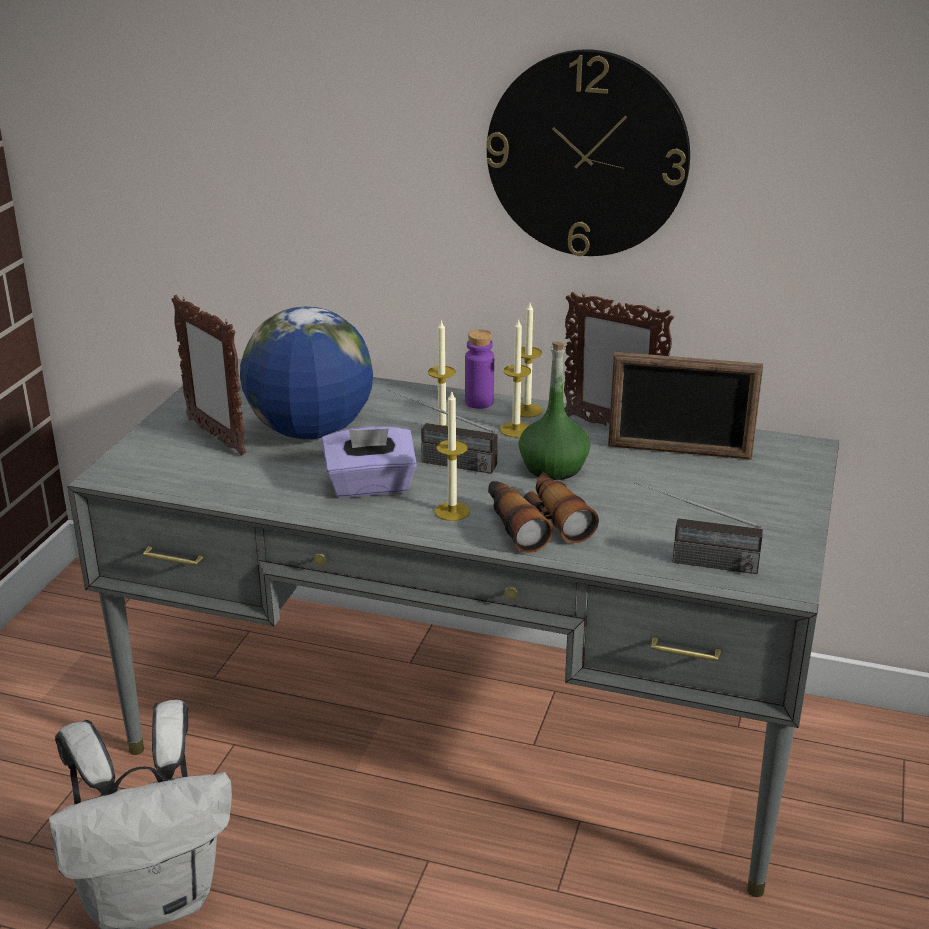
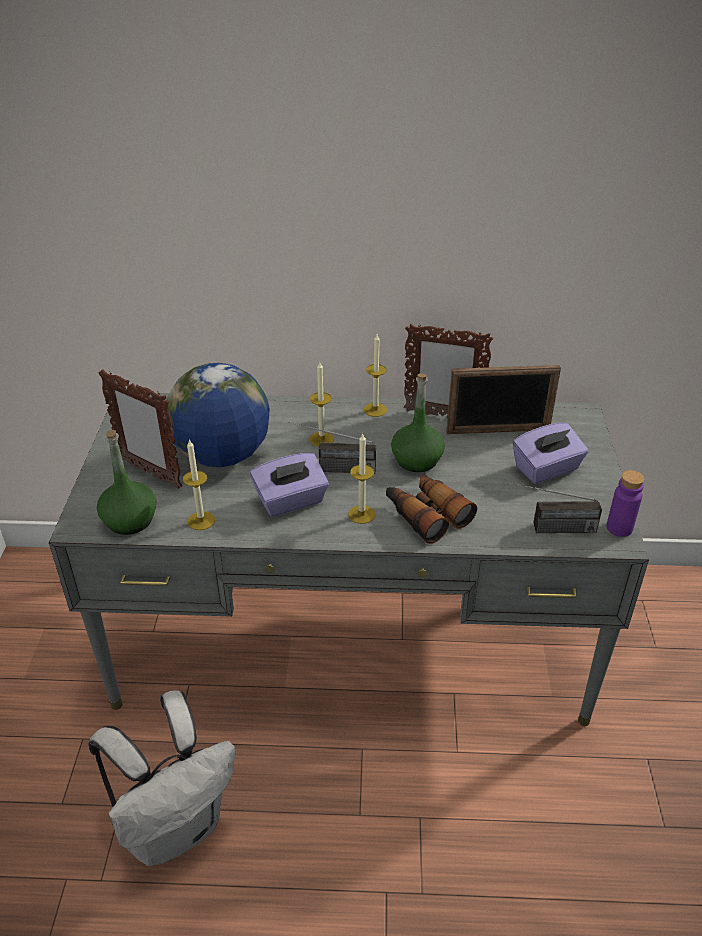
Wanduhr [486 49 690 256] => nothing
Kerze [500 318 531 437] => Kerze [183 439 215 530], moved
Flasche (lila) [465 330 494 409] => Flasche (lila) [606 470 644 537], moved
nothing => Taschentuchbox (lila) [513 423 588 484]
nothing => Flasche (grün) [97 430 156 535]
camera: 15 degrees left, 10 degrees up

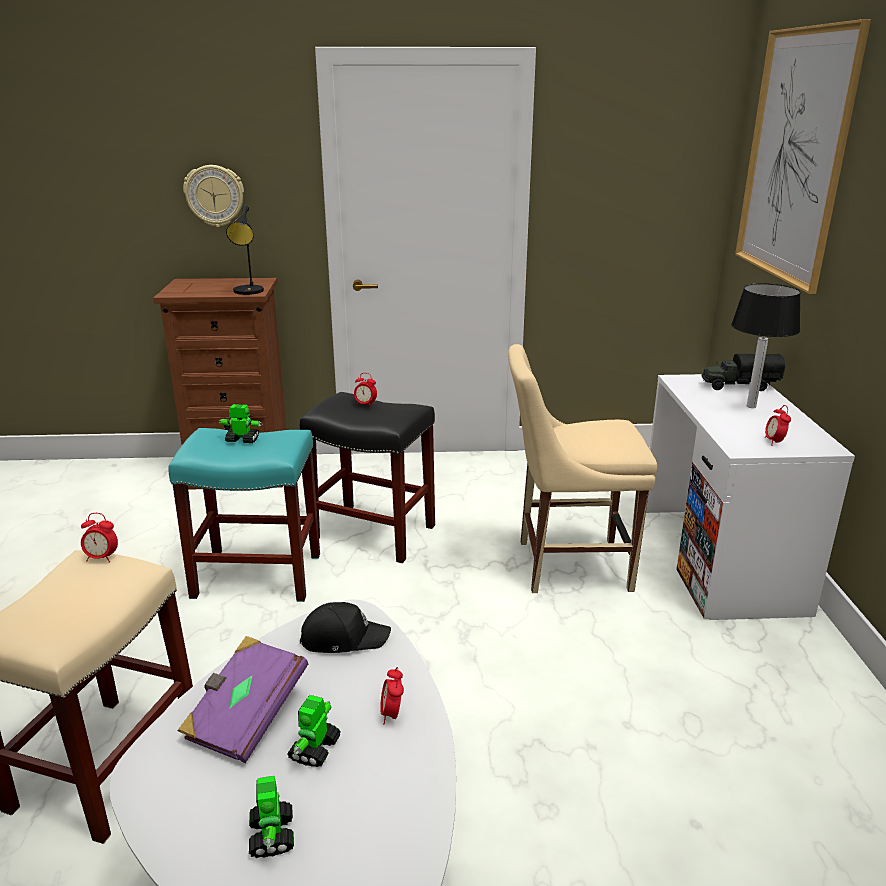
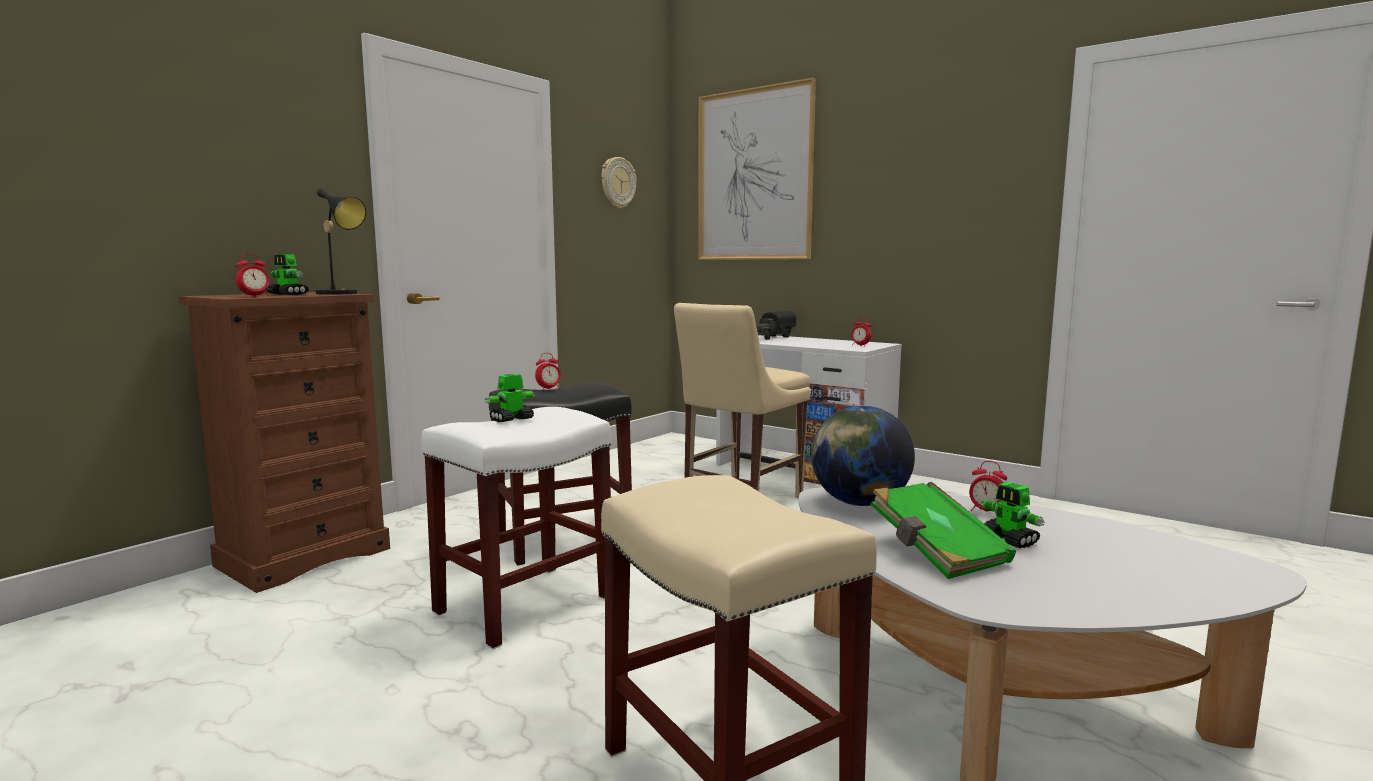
Wanduhr [183 165 244 227] => Wanduhr [601 157 636 208], moved
Tischlampe [731 283 801 408] => nothing
Hocker (türkis) [169 428 320 602] => Hocker (weiß) [421 407 611 649]
Wecker [81 513 118 563] => Wecker [235 254 269 297], moved
Kappe (schwarz) [300 602 391 653] => Globus [811 405 915 506]
Buch (lila) [178 636 308 763] => Buch (grün) [871 482 1016 579]
Spielzeugroboter [249 776 294 858] => Spielzeugroboter [267 254 309 295], moved
camera: 50 degrees left, 15 degrees down

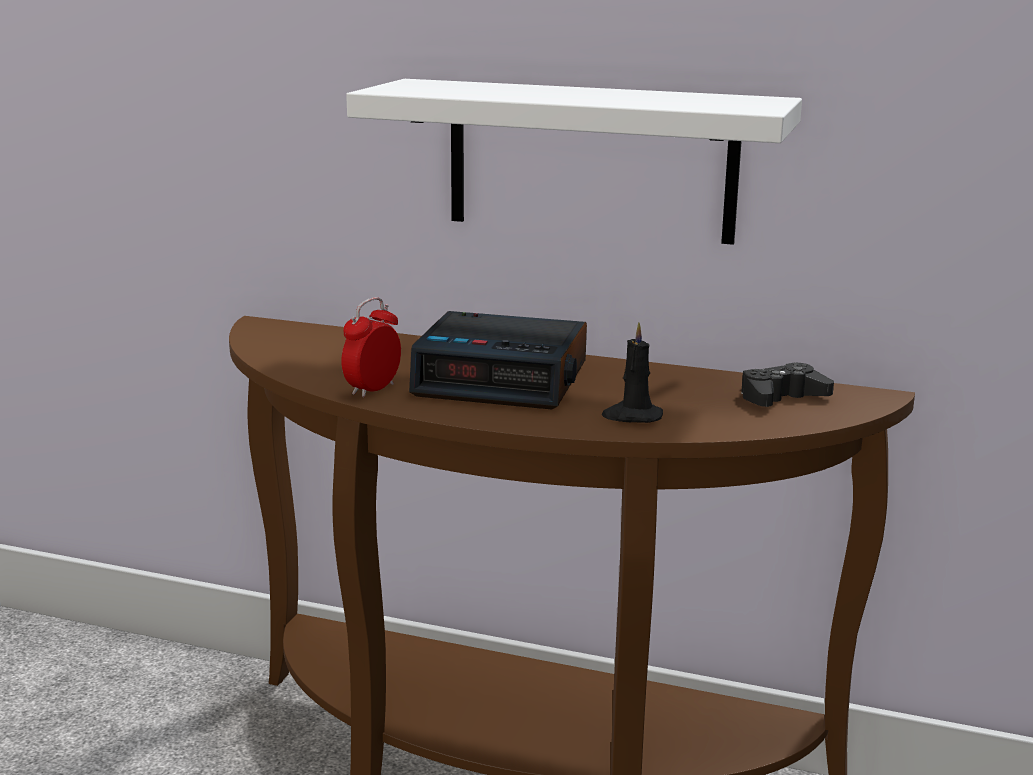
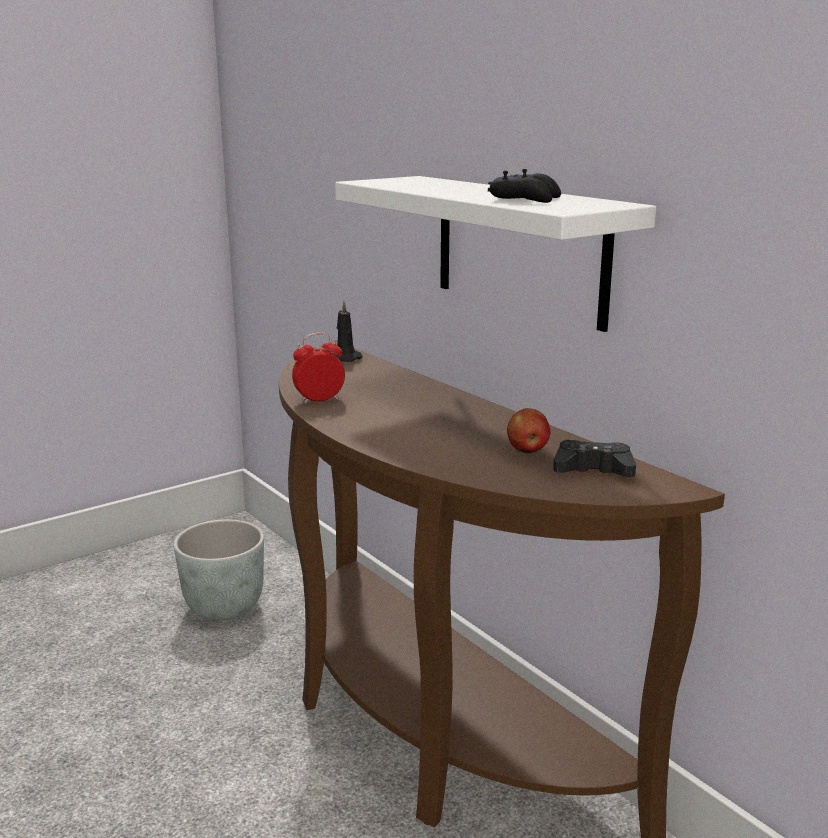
Wecker [409 311 587 409] => nothing
Kerze (schwarz) [602 322 663 423] => Kerze (schwarz) [334 300 362 362], moved
nothing => Gamepad (schwarz) [488 169 561 203]
nothing => Apfel [507 408 550 453]
nothing => Pflanzkübel (grau) [173 519 264 620]
camera: 35 degrees right, 0 degrees up

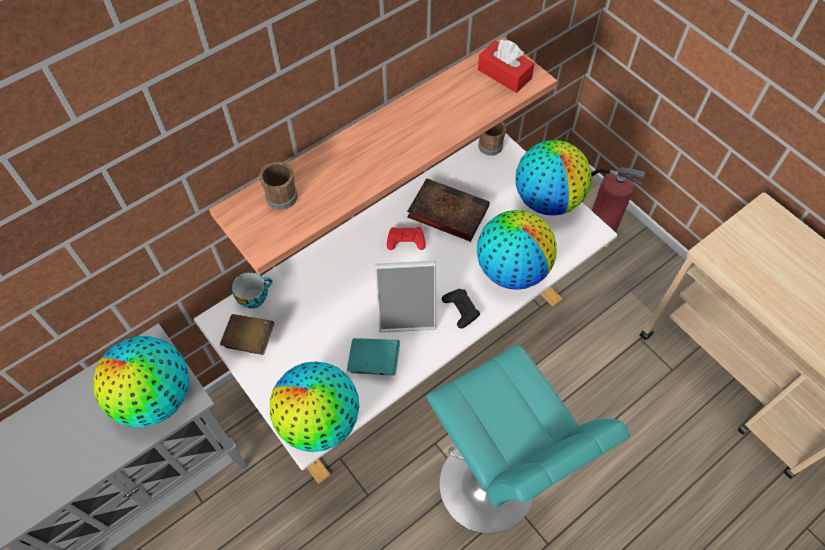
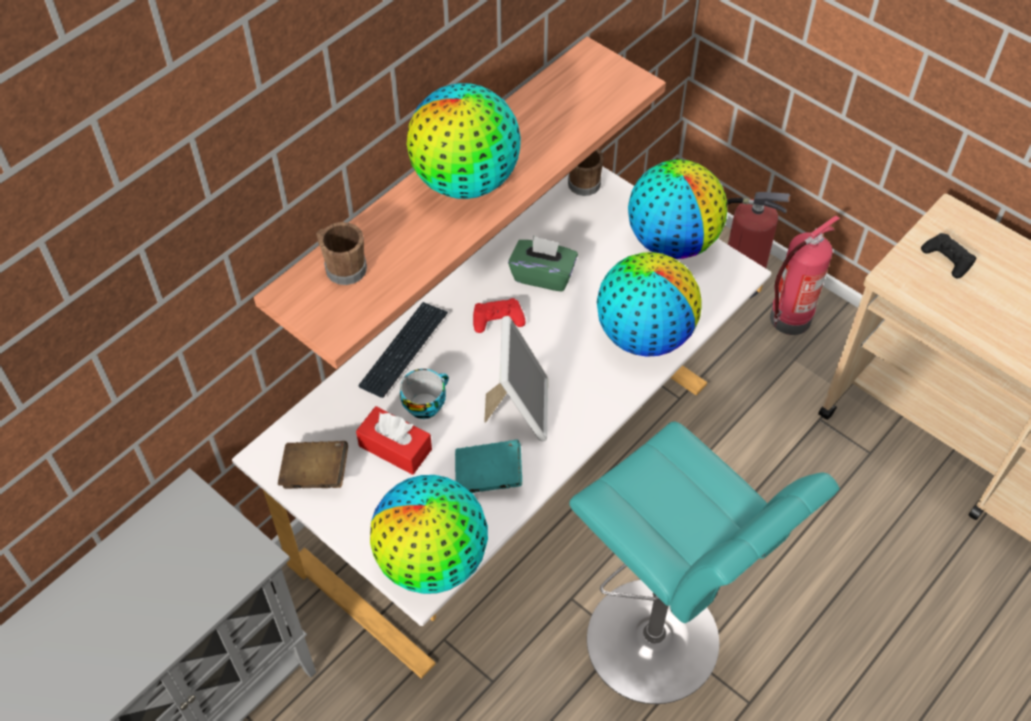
Taschentuchbox (rot) [478 40 535 93] => Taschentuchbox (rot) [356 406 432 475], moved
Buch [407 178 490 242] => Taschentuchbox (grün) [508 236 578 292]
Bilderrahmen [375 261 436 333] => Bilderrahmen [484 316 548 441], 75 degrees counterclockwise
Tasse [232 272 273 309] => Tasse [400 369 449 419], moved
Gamepad (schwarz) [442 289 480 329] => Gamepad (schwarz) [921 233 976 278], moved
Globus [93 336 190 427] => Globus [407 83 521 199], moved
nothing => Feuerlöscher [770 216 840 335]
nothing => Tastatur [358 302 448 398]
camera: 10 degrees left, 5 degrees down

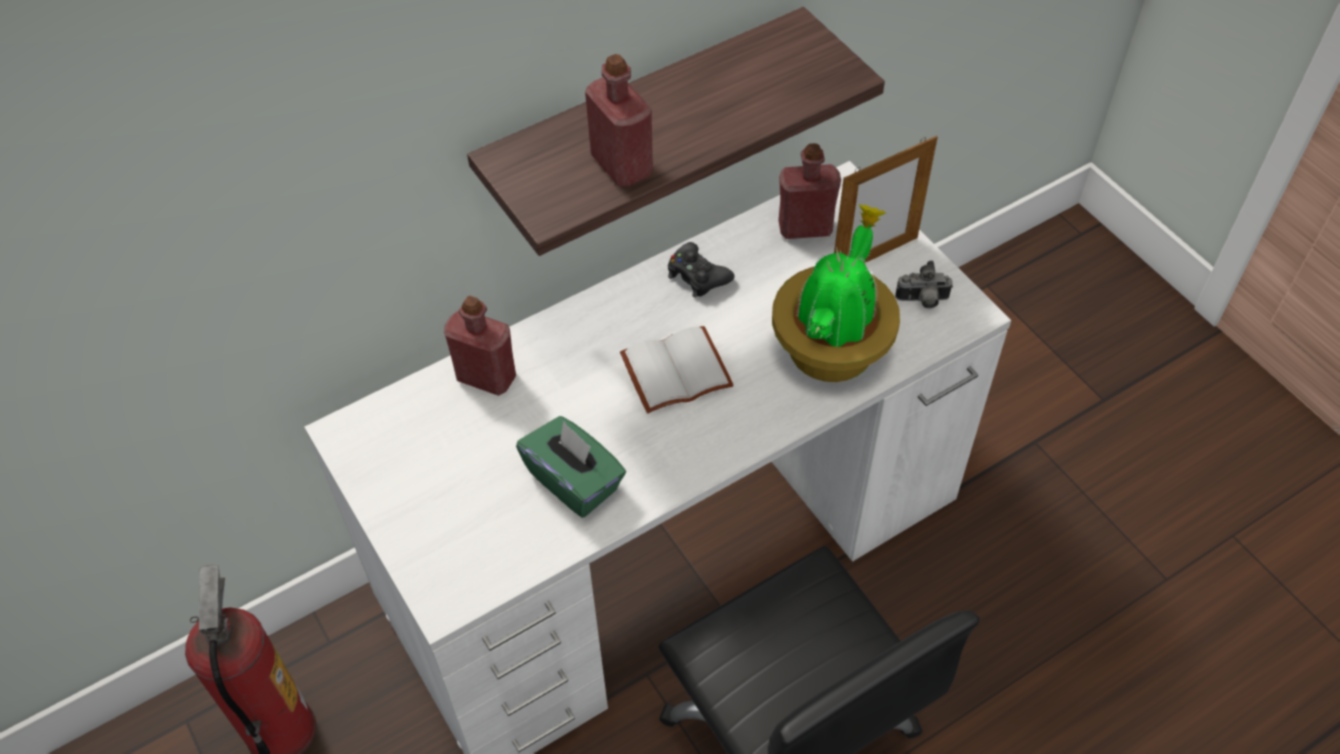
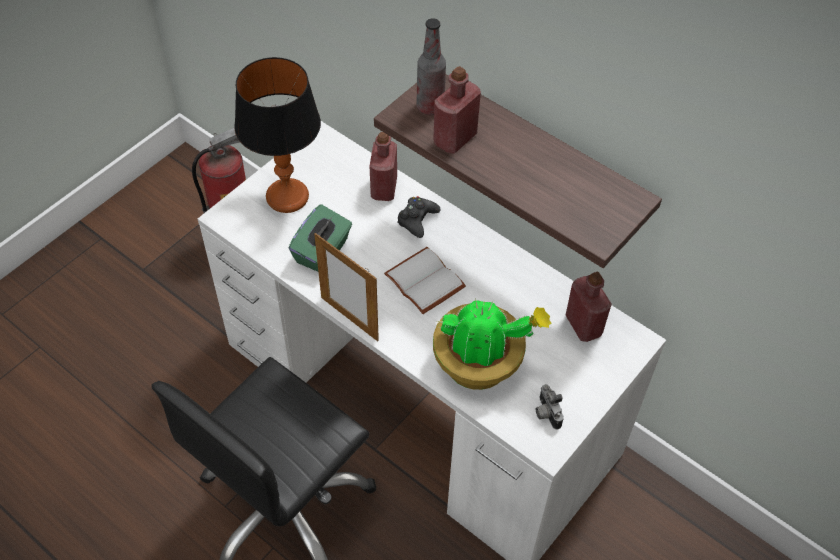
Bilderrahmen [834 136 938 263] => Bilderrahmen [314 233 379 341], moved
Gamepad (schwarz) [668 242 735 298] => Gamepad (schwarz) [397 196 440 238], moved
nothing => Flasche [416 18 446 115]
nothing => Tischlampe [234 57 321 213]
camera: 70 degrees right, 0 degrees up

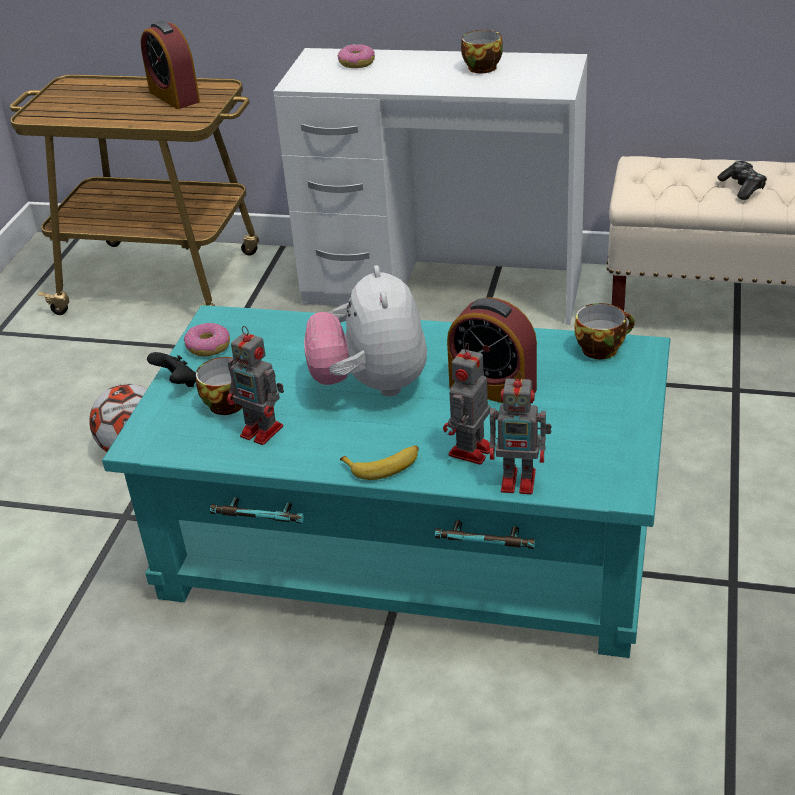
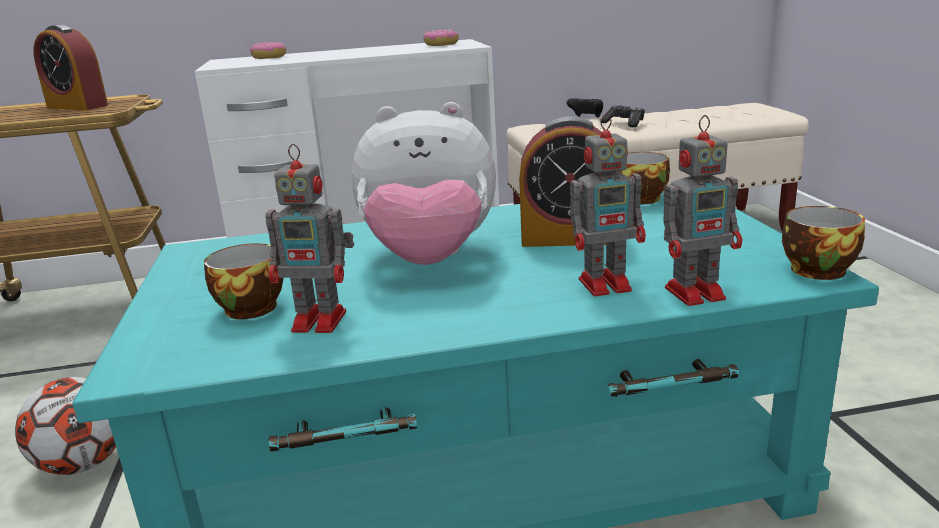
Tasse [461 30 503 73] => Tasse [782 206 865 280], moved
Plüschtier [304 265 427 397] => Plüschtier [352 102 496 265], 60 degrees counterclockwise
Donut [184 323 230 356] => Donut [423 29 459 46], moved
Spielzeugroboter [443 343 490 465] => Spielzeugroboter [570 114 646 296], 105 degrees counterclockwise
Gamepad (schwarz) [147 352 196 387] => Gamepad (schwarz) [567 98 603 118], moved
Banane [340 445 419 480] => nothing
camera: 25 degrees left, 15 degrees down

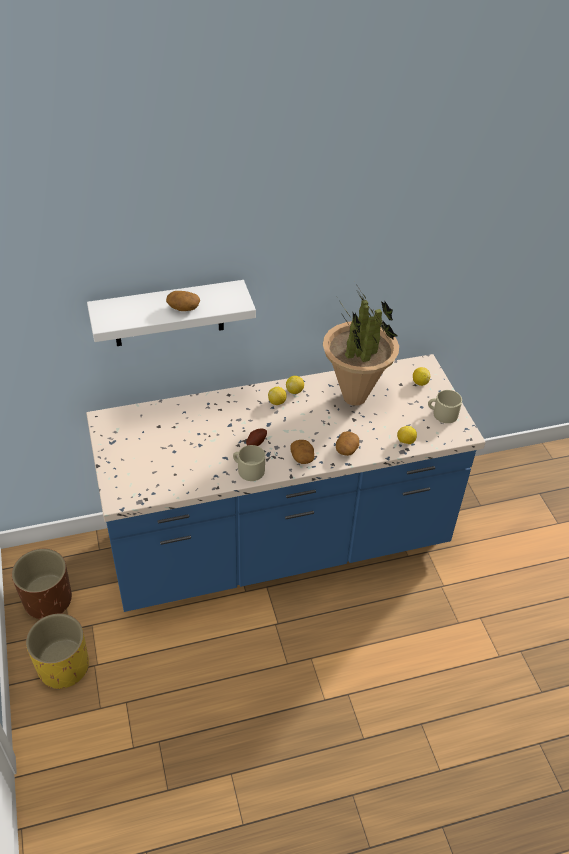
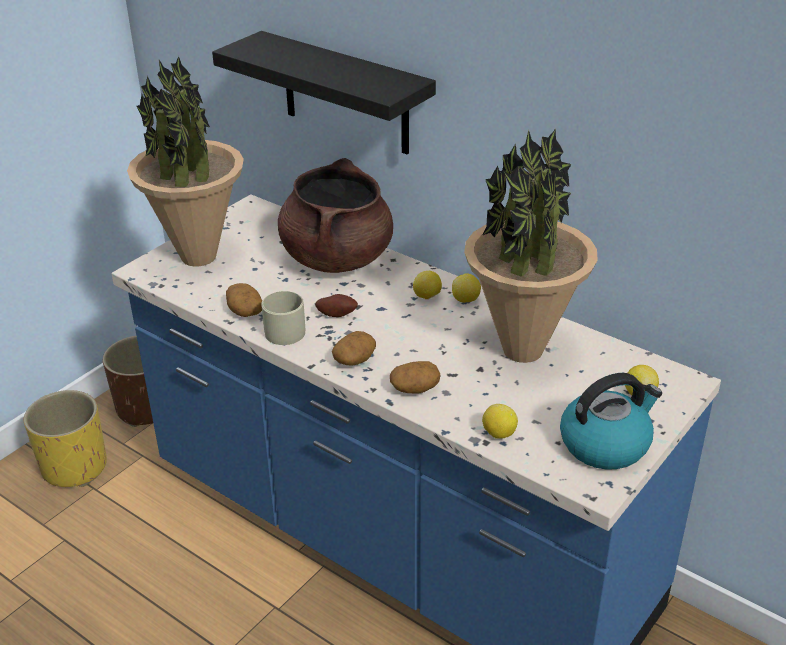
Wandregal (weiß) [87 280 256 346] => Wandregal (schwarz) [212 31 436 154]
Kartoffel [166 291 200 311] => Kartoffel [226 283 262 317], moved
Henkelbecher (beige) [428 390 462 423] => Wasserkessel [560 373 662 469]
nothing => Topfpflanze [127 56 244 267]
nothing => Kochtopf (braun) [278 158 393 273]
camera: 55 degrees right, 10 degrees down

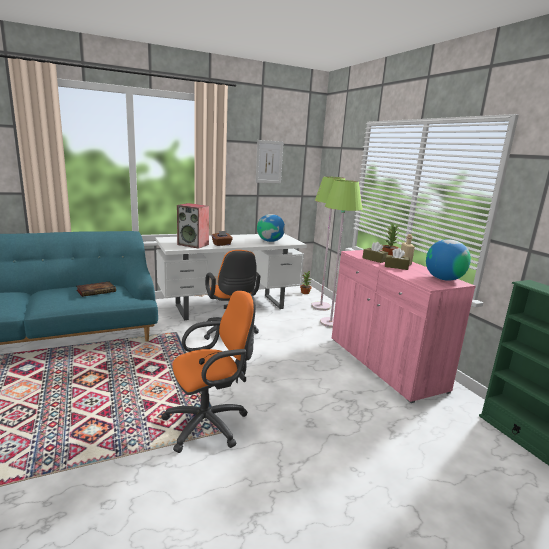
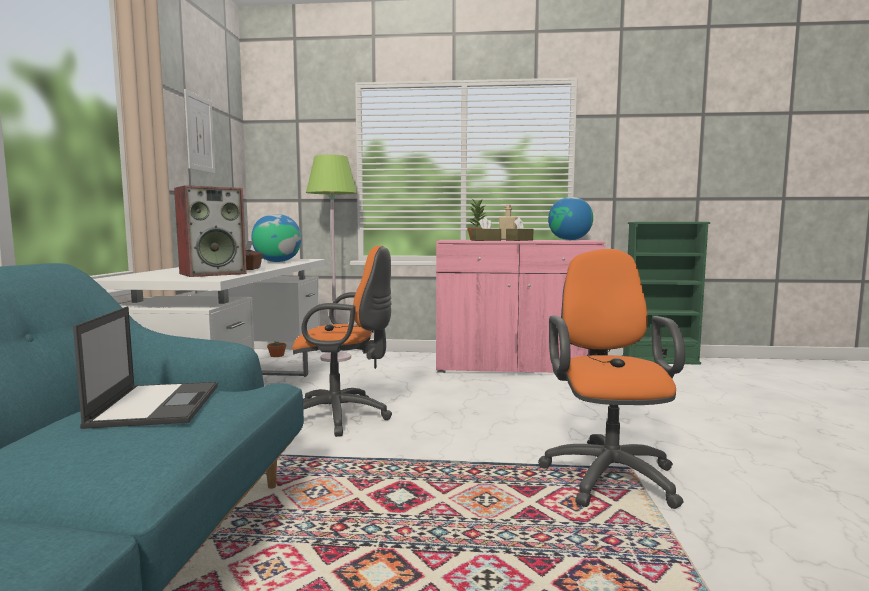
Stehlampe (grün) [320 180 363 328] => nothing
Buch [76 282 116 297] => Laptop [73 306 218 429]
camera: 60 degrees left, 10 degrees down

